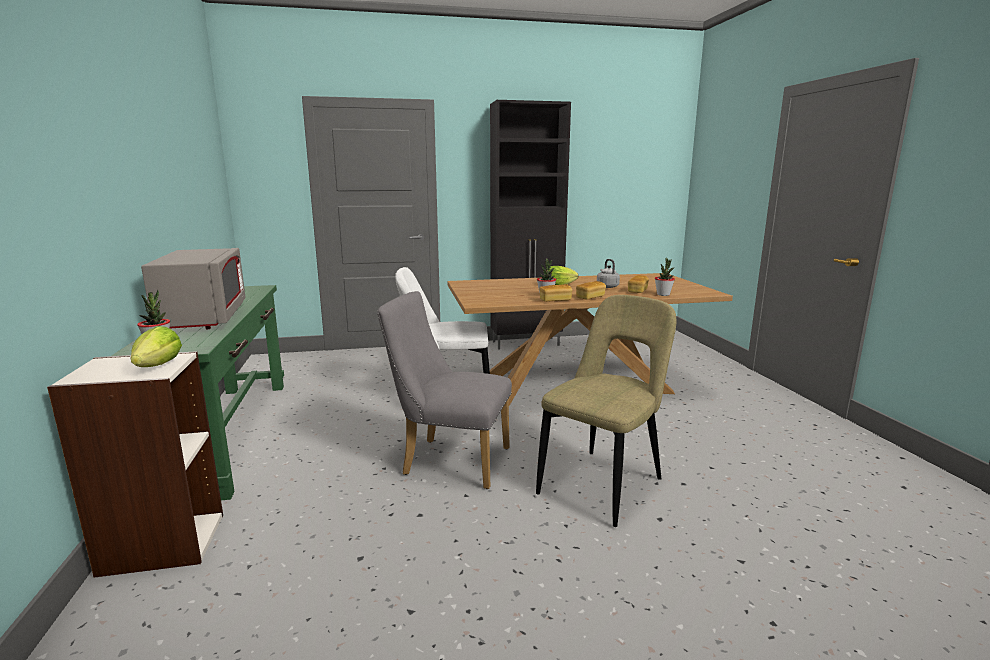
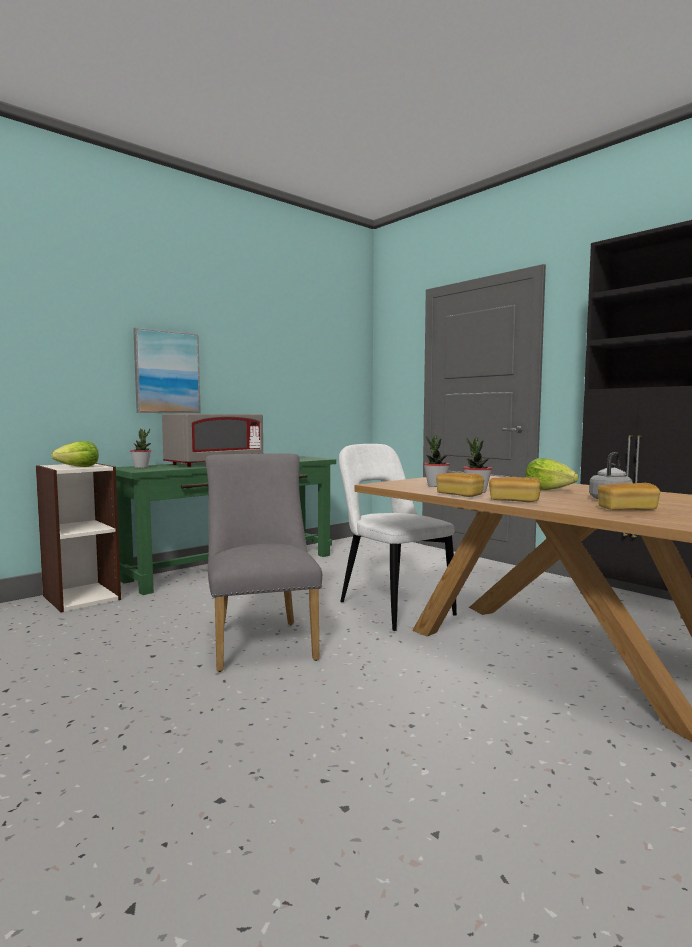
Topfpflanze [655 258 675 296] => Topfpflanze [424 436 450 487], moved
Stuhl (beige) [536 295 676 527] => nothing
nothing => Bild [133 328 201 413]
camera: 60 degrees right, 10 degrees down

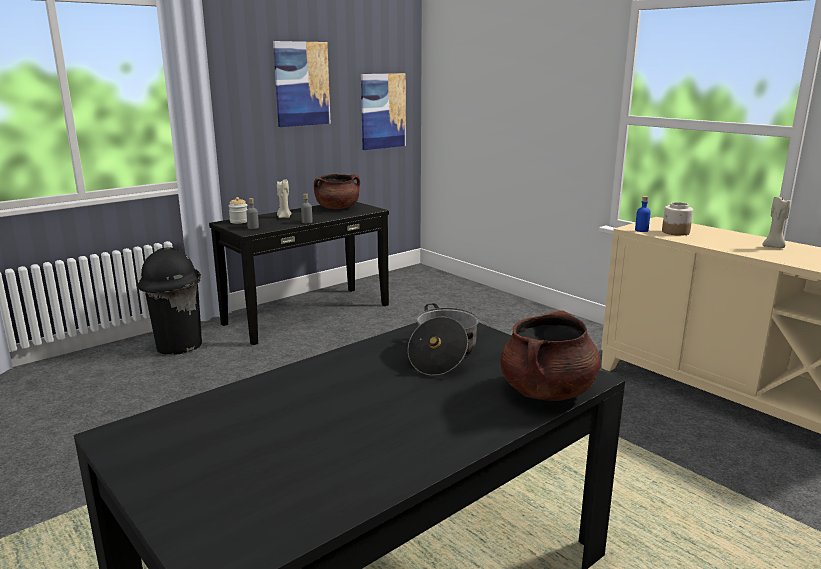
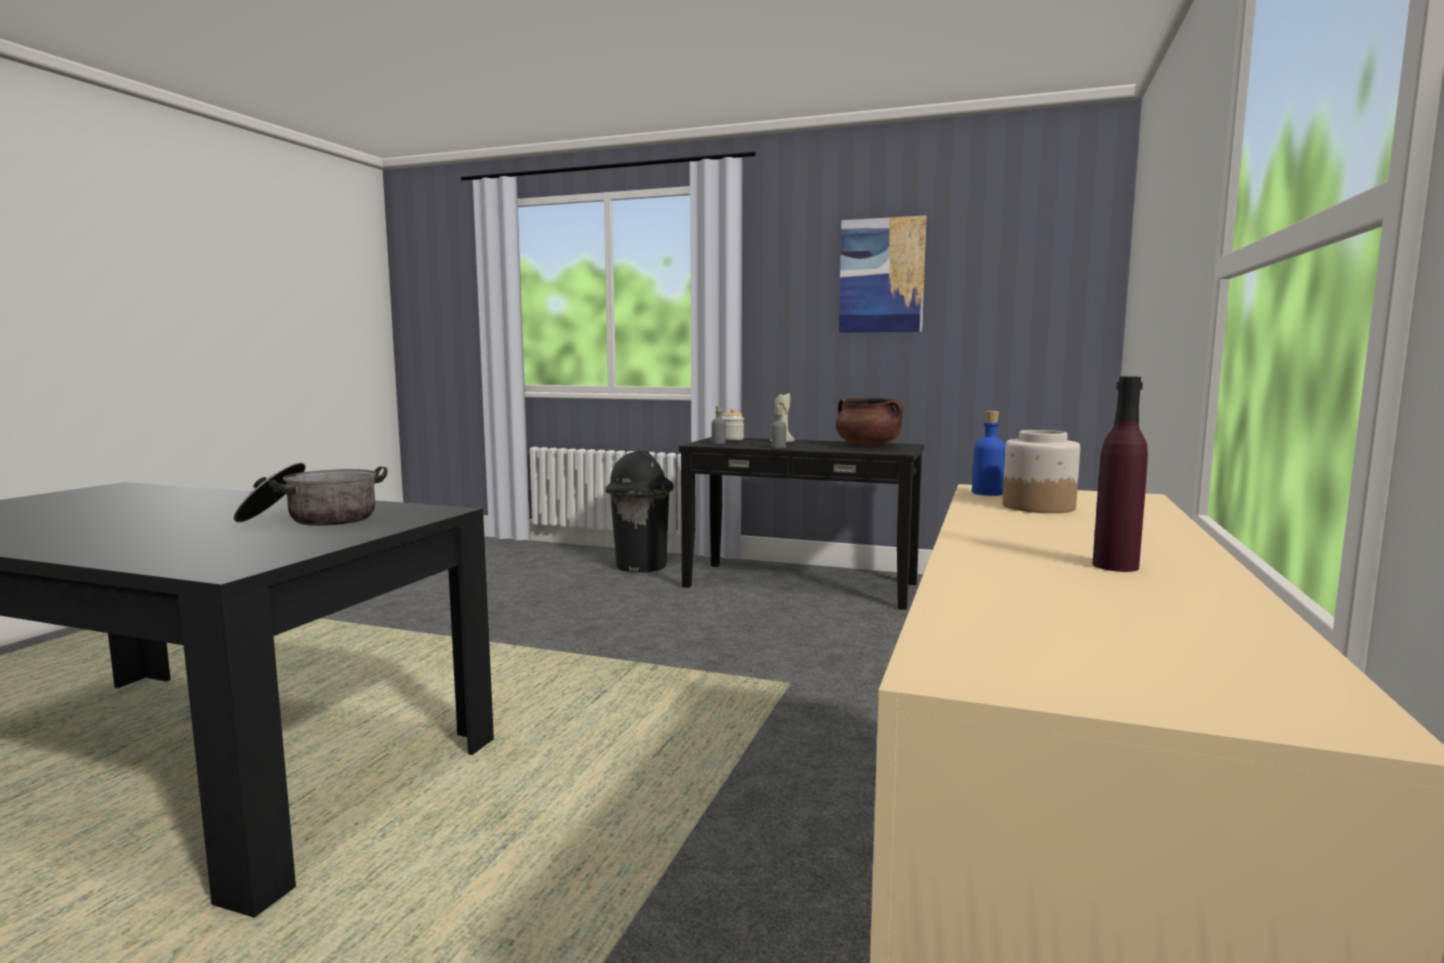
Bild [361 73 406 150] => nothing
Kerze (beige) [763 197 791 248] => Flasche (lila) [1093 376 1148 572]
Kochtopf (braun) [500 310 601 401] => nothing
camera: 60 degrees right, 10 degrees down

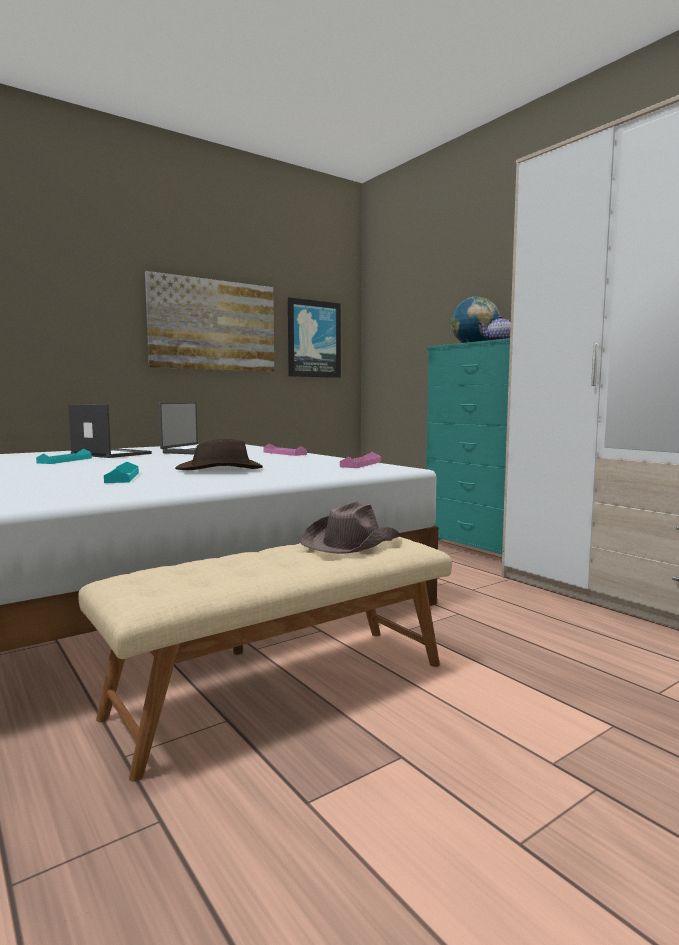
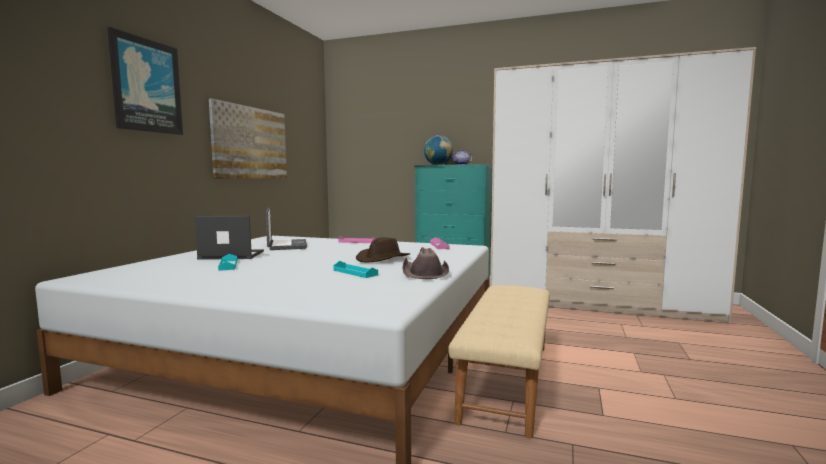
Bild [288 297 341 378] => Bild [108 27 183 135], moved
Hut (braun) [301 502 401 554] => Hut (braun) [402 247 449 279], moved
camera: 35 degrees left, 0 degrees up

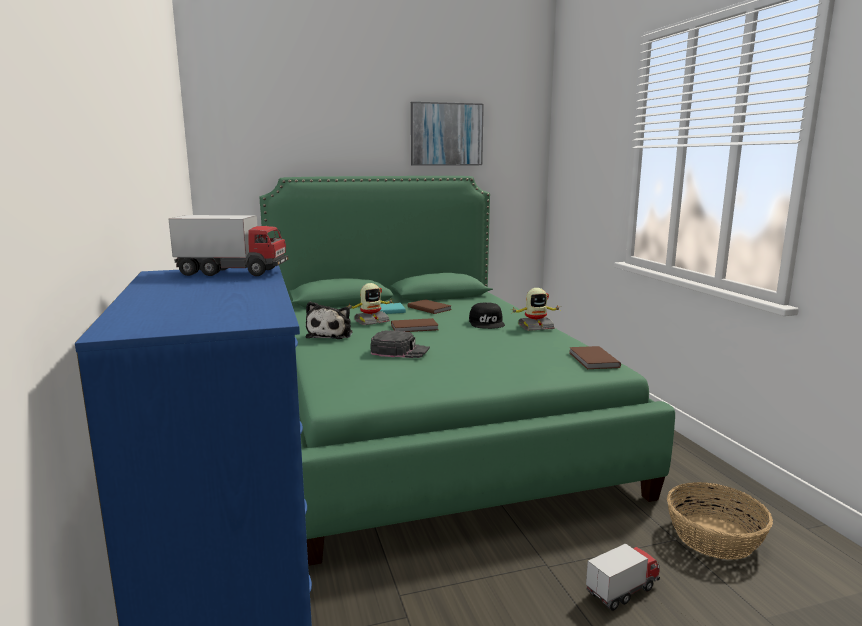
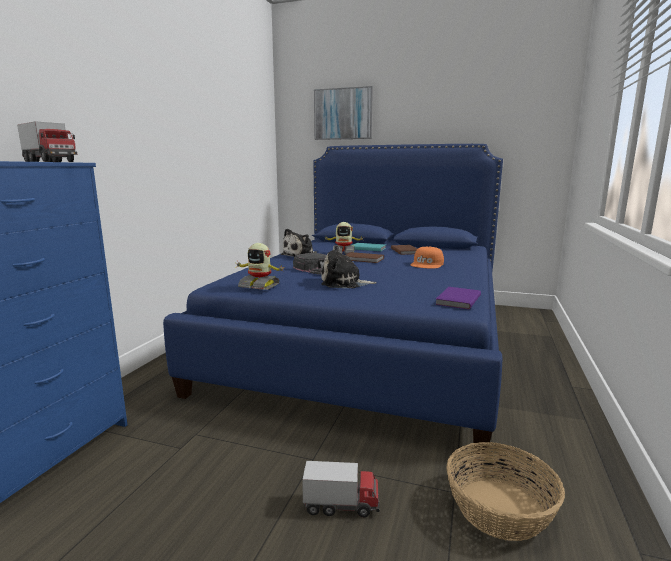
Bild [411 102 484 166] => Bild [314 86 373 140], moved
Bett (grün) [260 176 675 566] => Bett (blau) [163 144 503 454]
Spielzeugroboter [510 288 560 331] => Spielzeugroboter [235 243 284 290], moved
Kappe (schwarz) [469 302 505 329] => Kappe (orange) [411 246 444 268]
Buch (braun) [569 346 621 369] => Buch (lila) [435 287 481 310]
nothing => Plüschtier [321 246 377 288]
camera: 35 degrees right, 0 degrees up

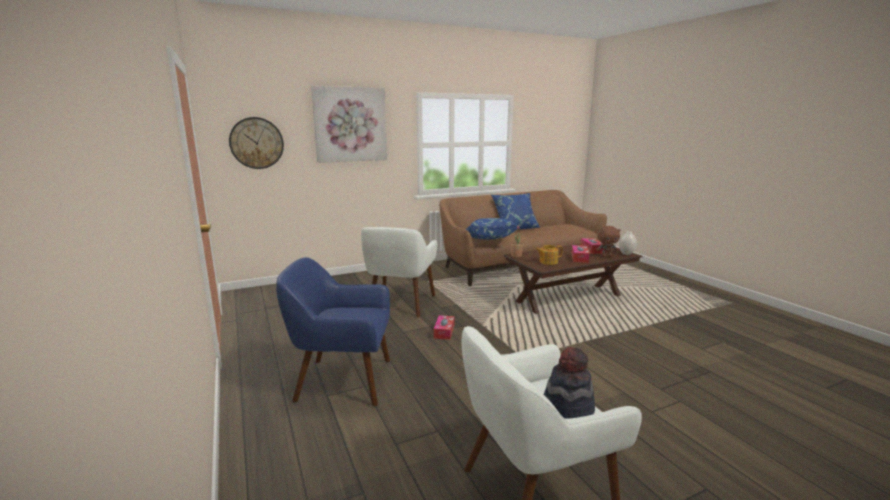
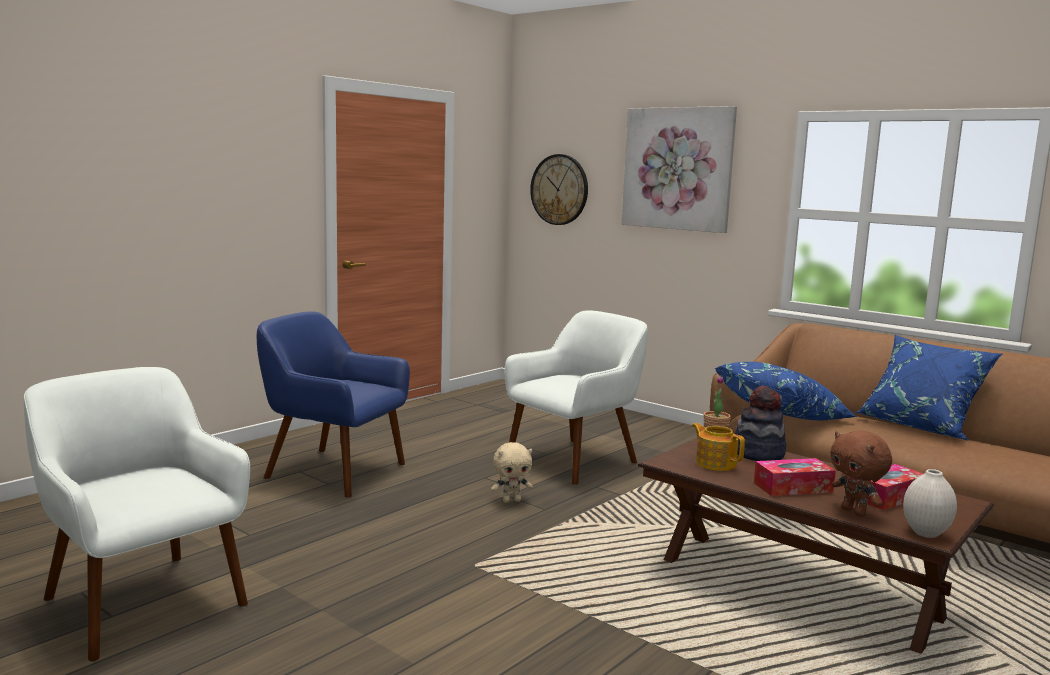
Sessel (weiß) [361 227 437 318] => Sessel (weiß) [505 310 648 485], 150 degrees clockwise
Sessel (blau) [276 257 390 407] => Sessel (blau) [257 311 410 498], 45 degrees counterclockwise
Taschentuchbox [434 315 455 340] => Plüschtier (beige) [491 442 533 503]
Hut [543 347 595 418] => Hut [735 386 786 461], moved
camera: 65 degrees right, 5 degrees down

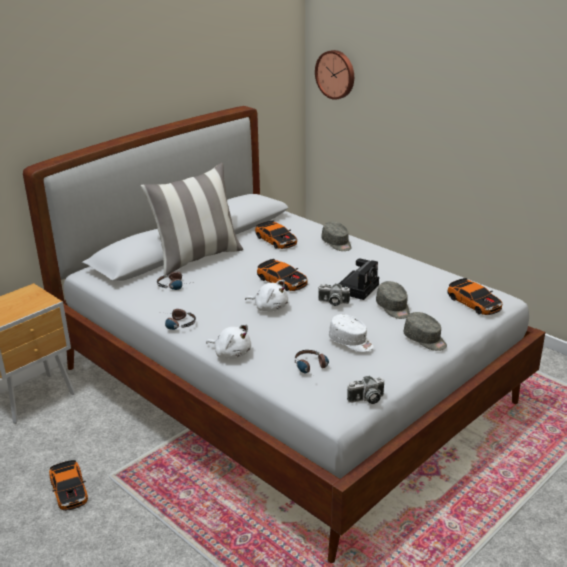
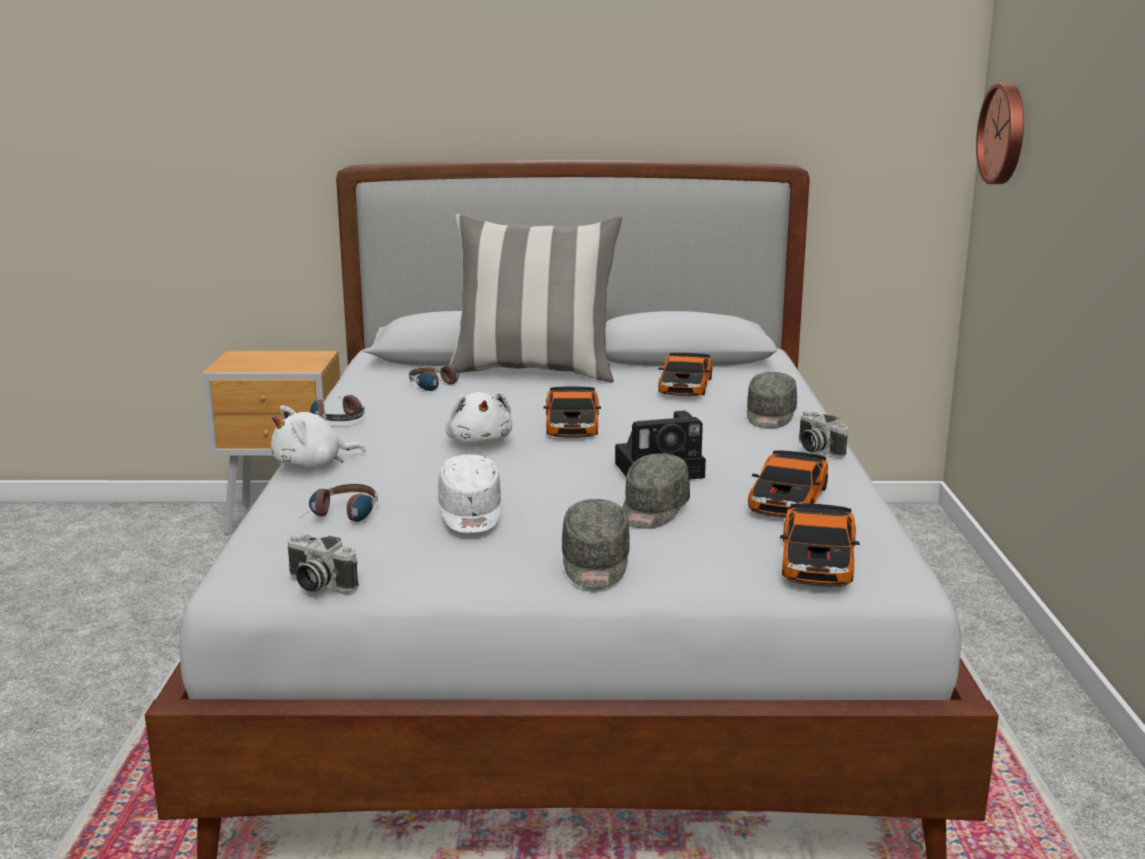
Kamera [318 284 350 306] => Kamera [799 411 848 458], moved
Plüschtier (weiß) [206 324 251 359] => Plüschtier (weiß) [271 405 366 470], 75 degrees clockwise
Spielzeugauto [49 460 88 511] => Spielzeugauto [748 450 828 518], moved
camera: 45 degrees right, 10 degrees down

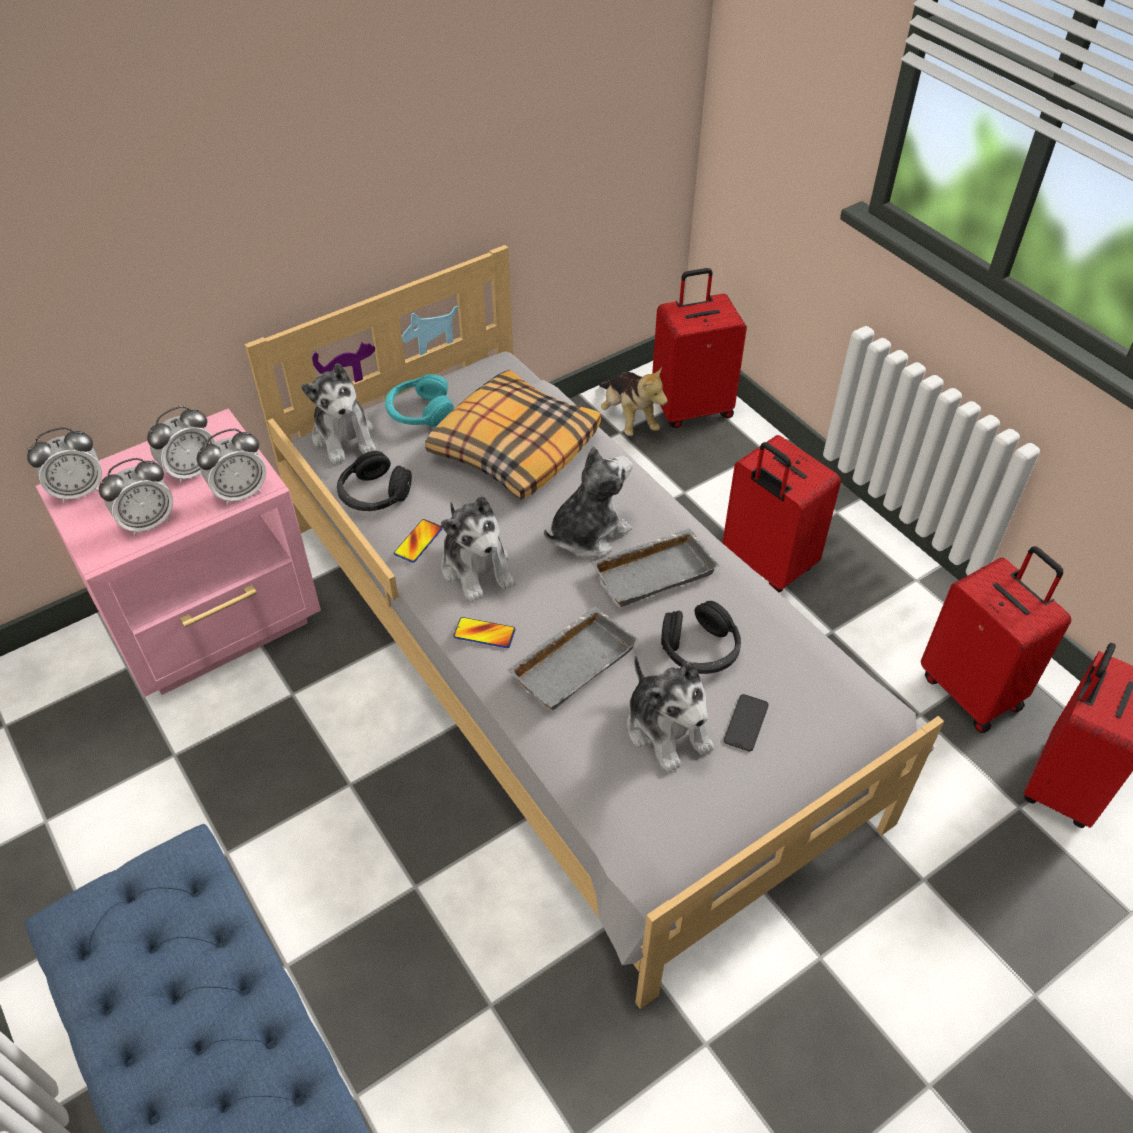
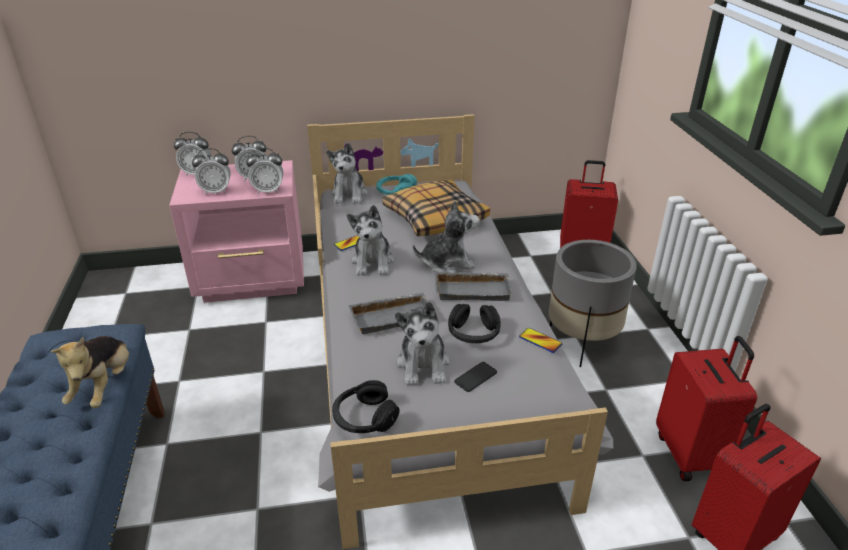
Plüschtier [599 367 668 436] => Plüschtier [51 336 129 408], moved
Koffer (rot) [723 435 841 593] => Pflanzkübel (grau) [549 240 636 367]
Kopfhörer (schwarz) [337 451 412 511] => Kopfhörer (schwarz) [332 380 400 433], moved
Handy [453 617 516 648] => Handy [519 328 562 353], moved
camera: 25 degrees right, 15 degrees down

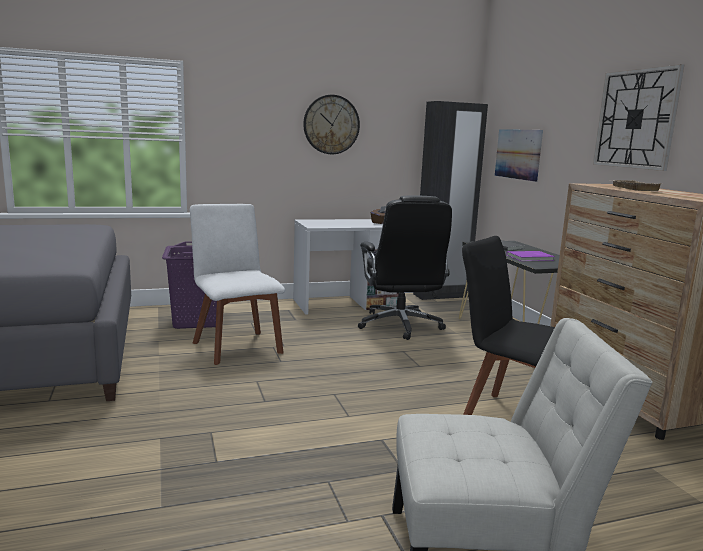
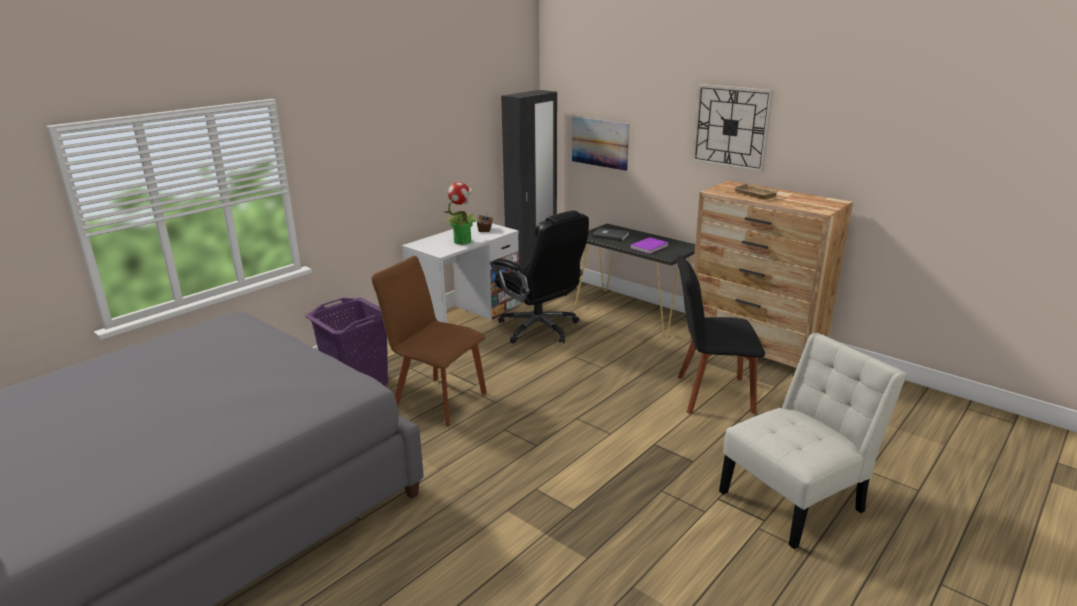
Wanduhr [303 95 360 154] => nothing
Stuhl (weiß) [190 204 285 365] => Stuhl (braun) [371 256 487 427]
nothing => Topfpflanze [442 182 481 245]
camera: 30 degrees left, 10 degrees up

